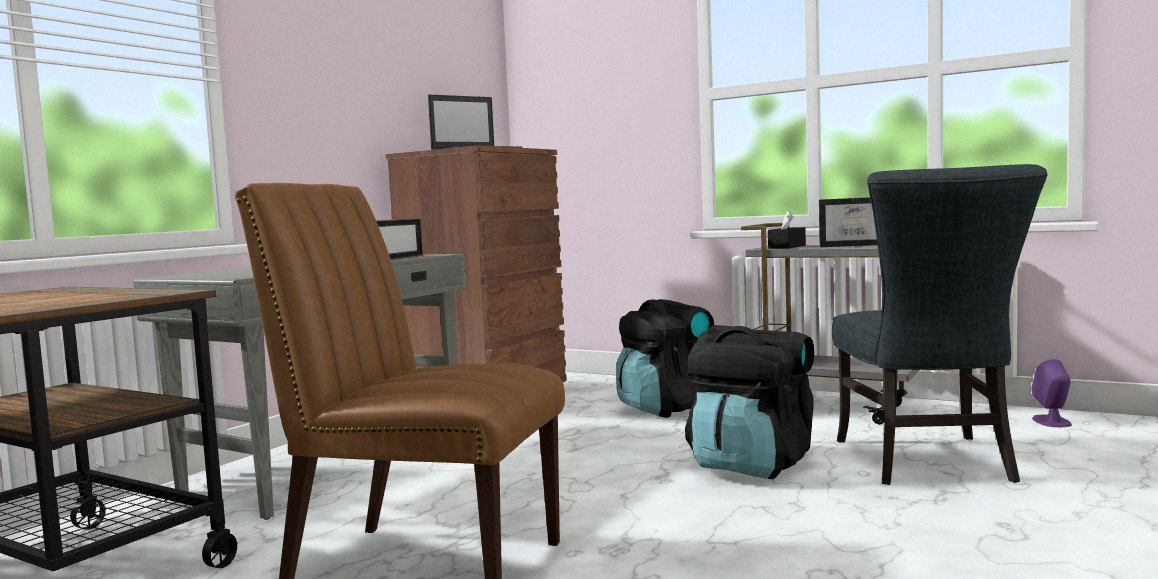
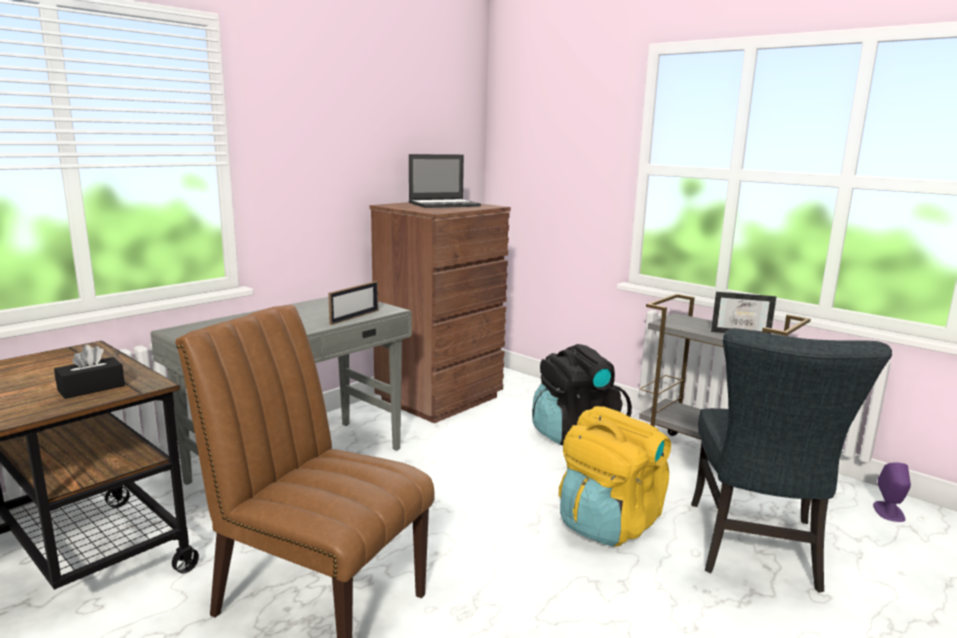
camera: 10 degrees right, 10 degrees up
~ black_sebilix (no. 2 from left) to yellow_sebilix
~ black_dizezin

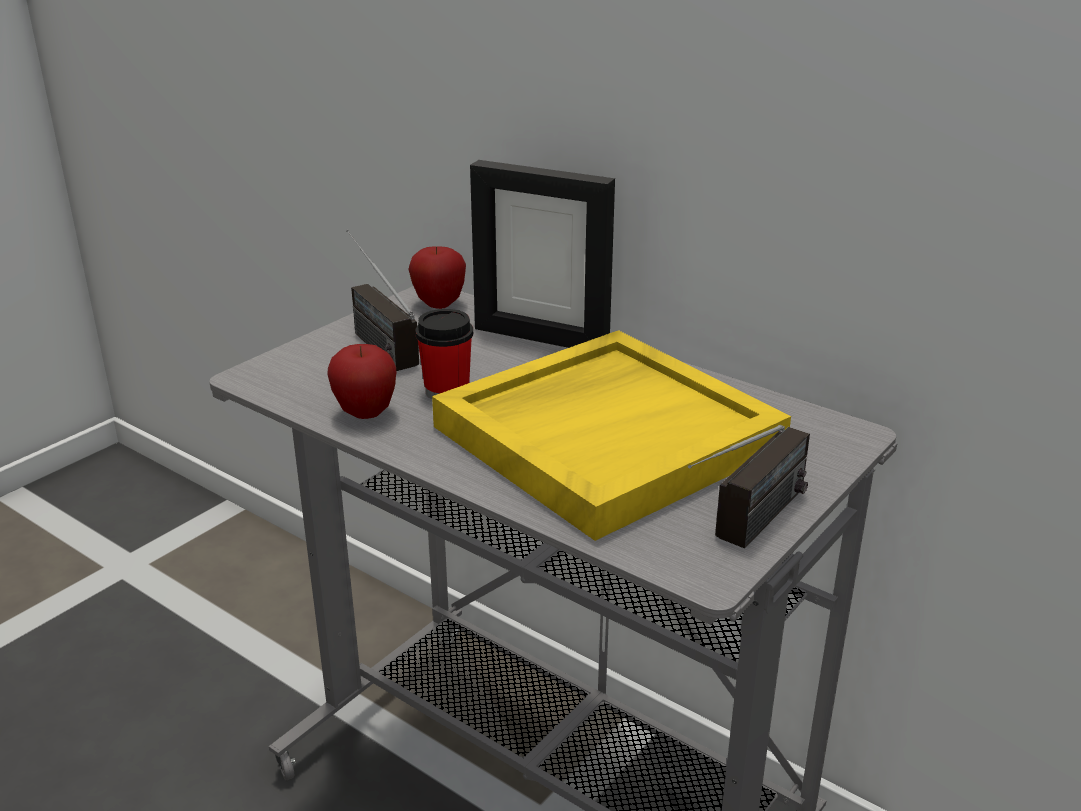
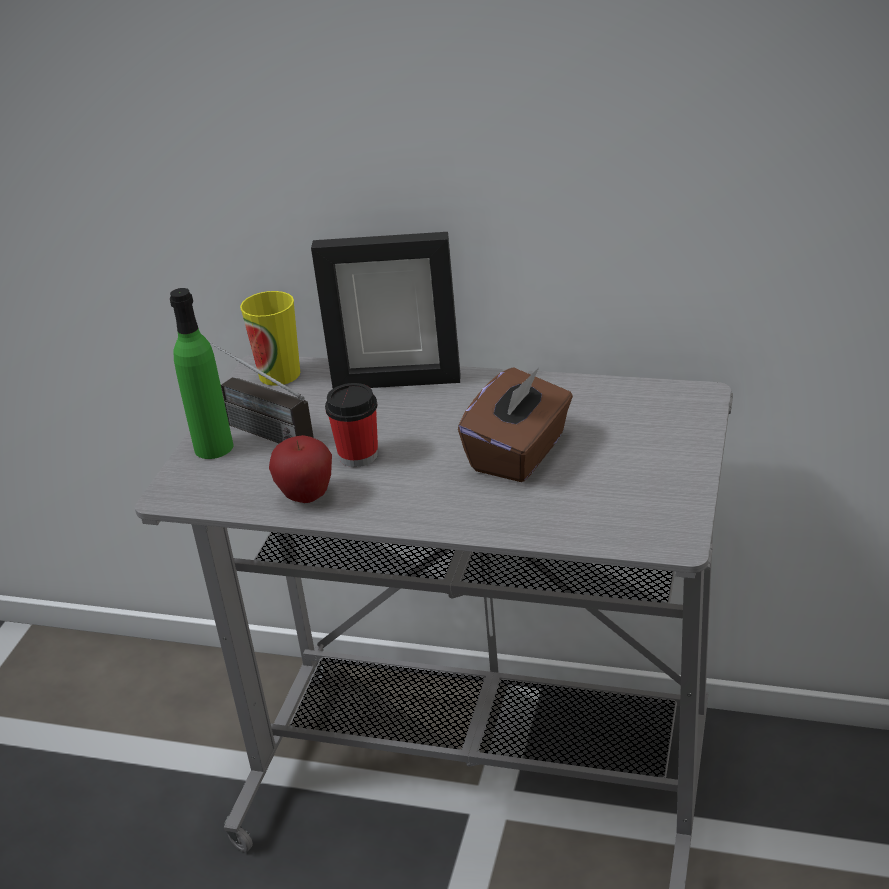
camera: 20 degrees left, 5 degrees up
~ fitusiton (no. 2 from left) to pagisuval (no. 1 from left)
~ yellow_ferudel to brown_dizezin
- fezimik (no. 2 from left)
+ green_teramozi

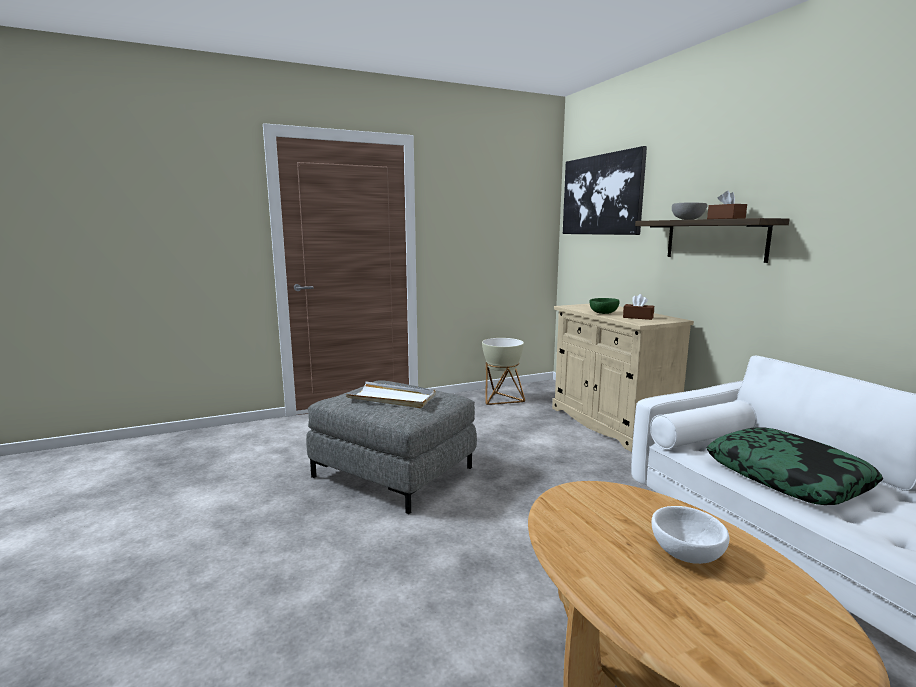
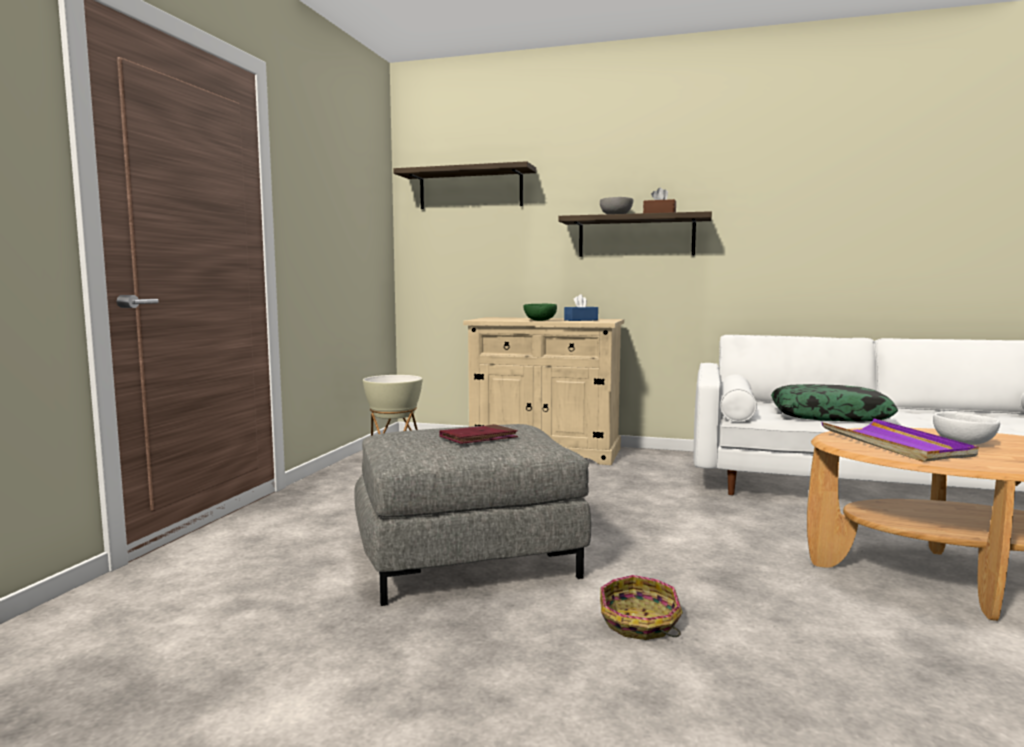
camera: 50 degrees left, 5 degrees down
~ white_ferudel to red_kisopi
~ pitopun to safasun (no. 1 from left)
~ brown_dizezin (no. 1 from left) to blue_dizezin
+ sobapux
+ purple_ferudel

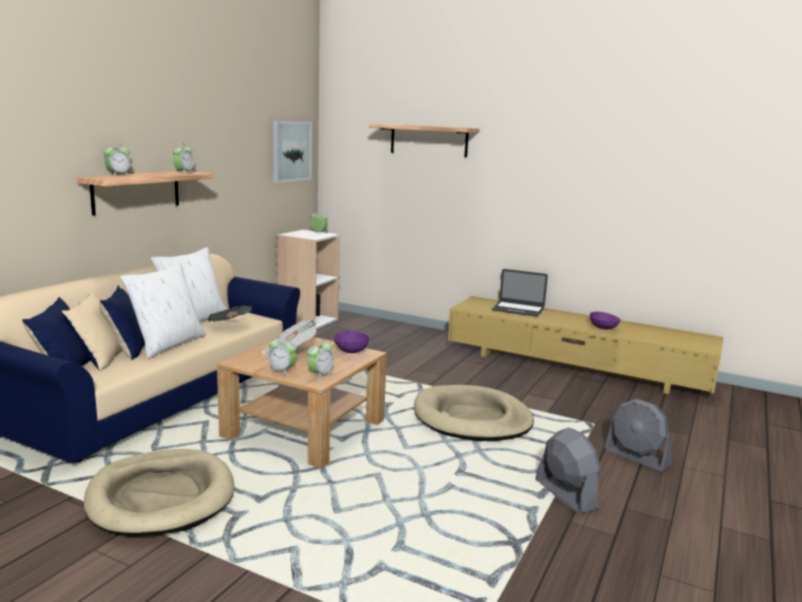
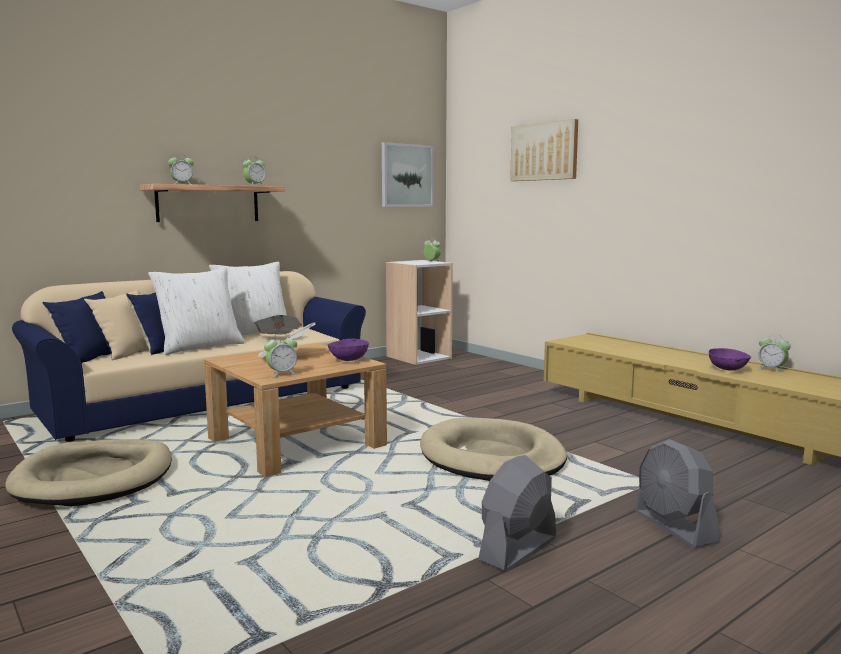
camera: 25 degrees right, 5 degrees down
~ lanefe (no. 3 from left in the first image) to lanefe (no. 5 from left)
~ safasun (no. 2 from left) to pitopun (no. 2 from left)
- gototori
~ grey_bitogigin (no. 1 from left) 135 degrees counterclockwise

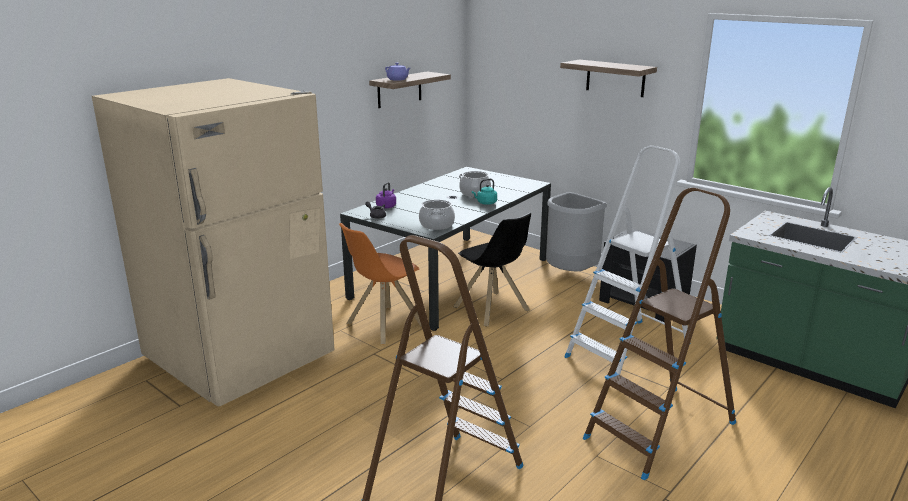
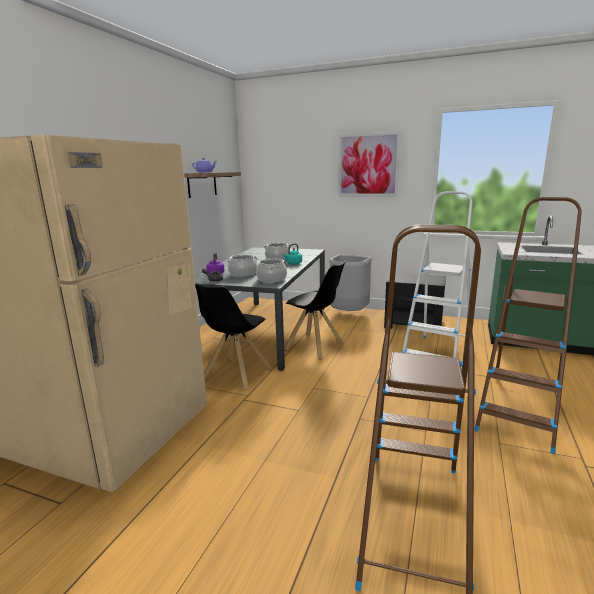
camera: 20 degrees left, 5 degrees down
~ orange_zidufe to black_zidufe (no. 1 from left)
~ safasun (no. 2 from left) to pitopun
+ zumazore (no. 1 from left)

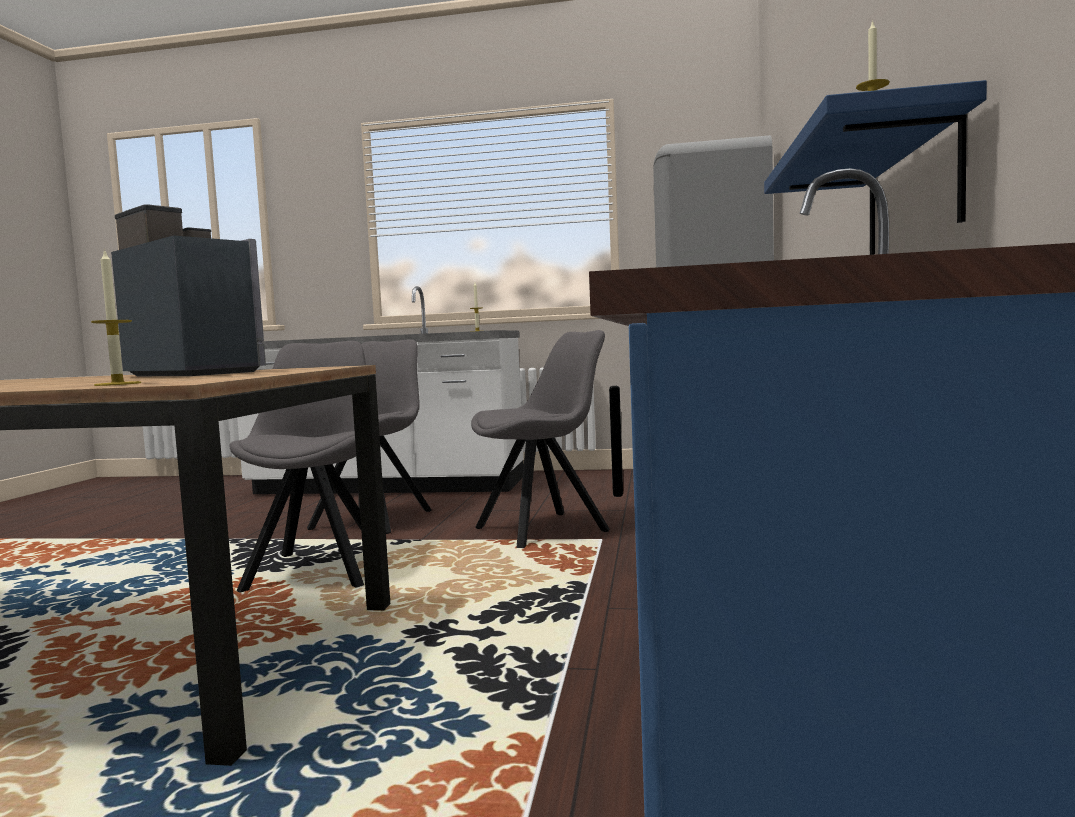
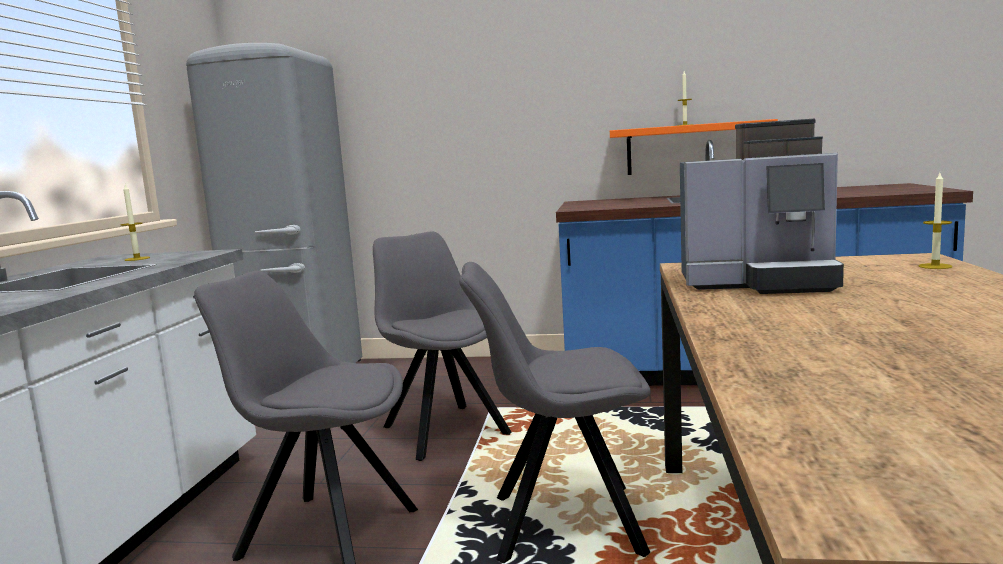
camera: 90 degrees left, 5 degrees up
~ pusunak 120 degrees counterclockwise
~ blue_safasun to orange_safasun

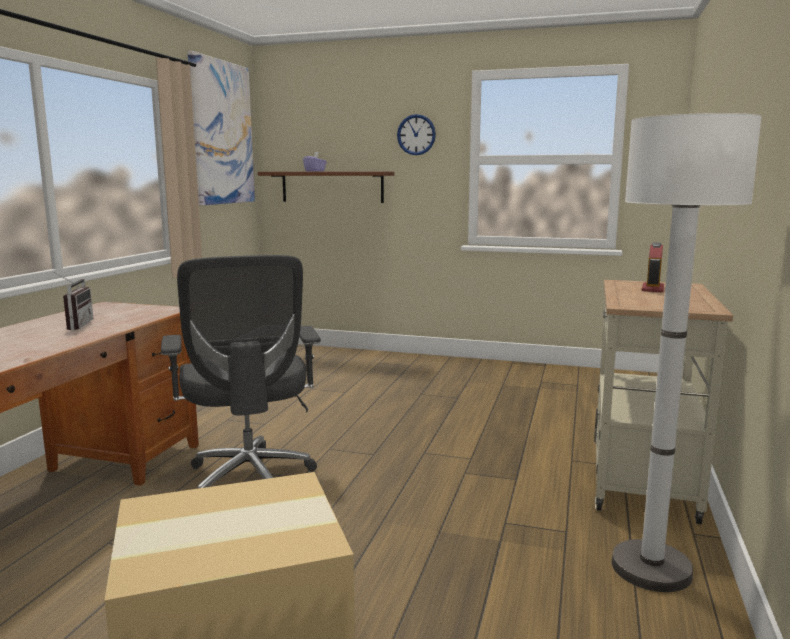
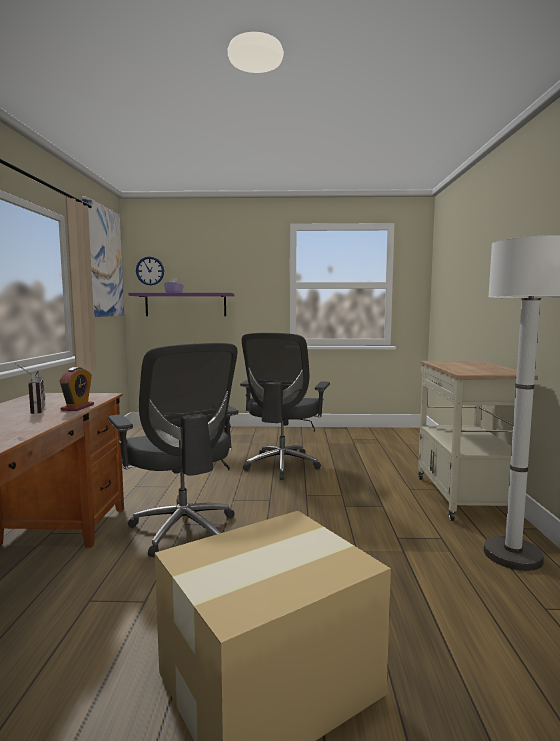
camera: 15 degrees left, 5 degrees down
~ brown_safasun to purple_safasun
~ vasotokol
~ lanefe
+ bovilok (no. 2 from left)

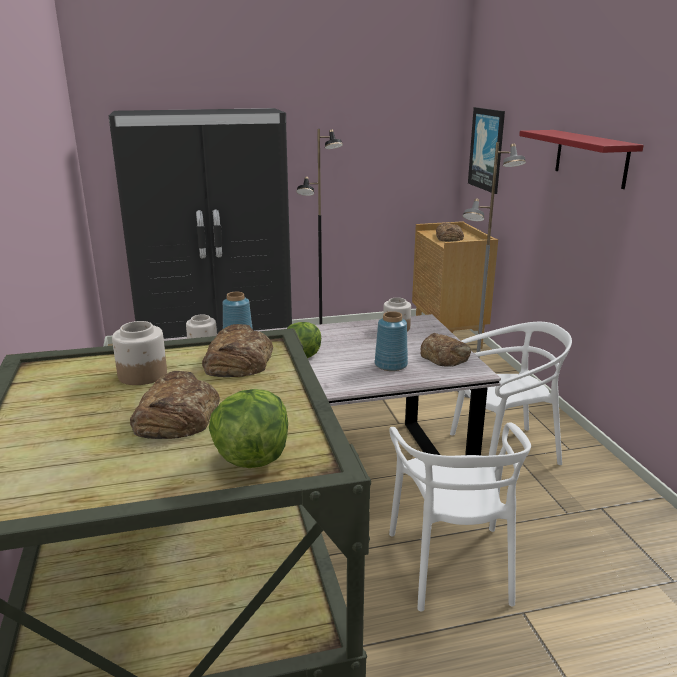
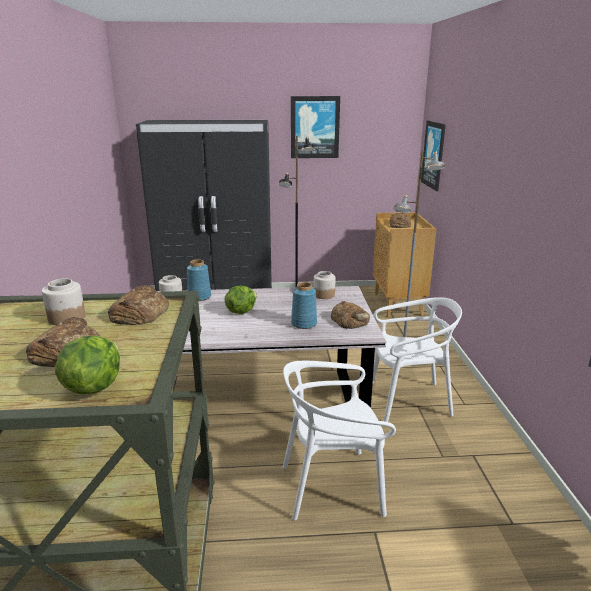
camera: 10 degrees right, 0 degrees up
~ white_zidufe (no. 1 from left) 75 degrees clockwise
- red_safasun
+ pitopun (no. 1 from left)

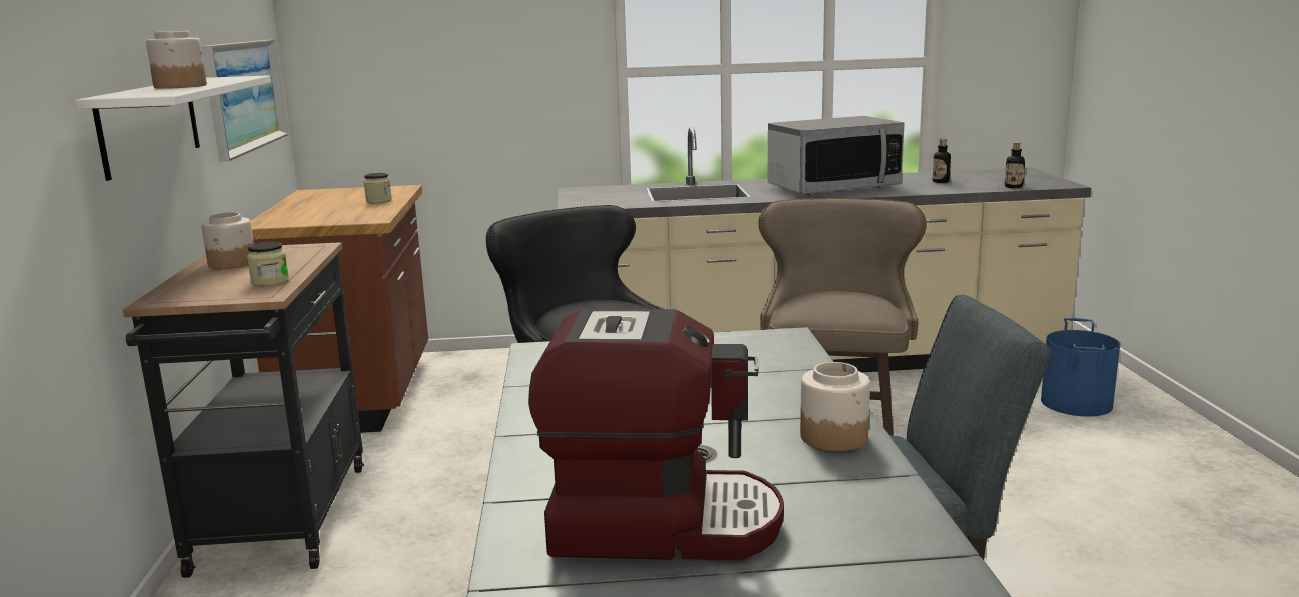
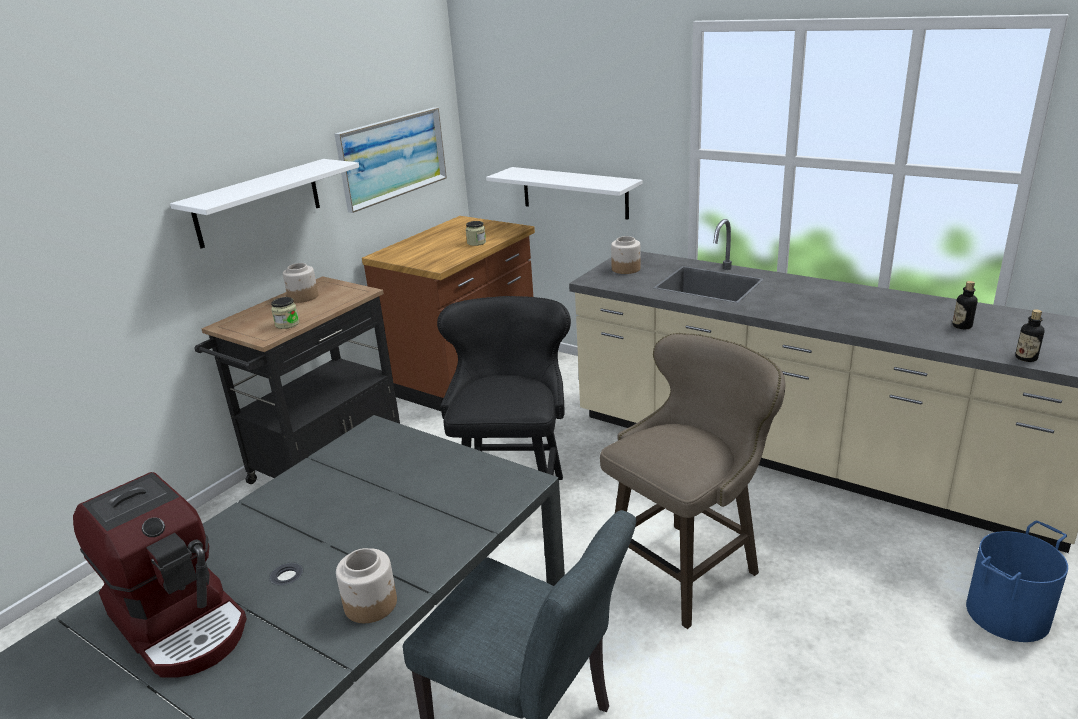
camera: 40 degrees right, 10 degrees up
~ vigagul (no. 1 from left in the first image) to vigagul (no. 5 from left)
- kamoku
+ white_safasun (no. 2 from left)

